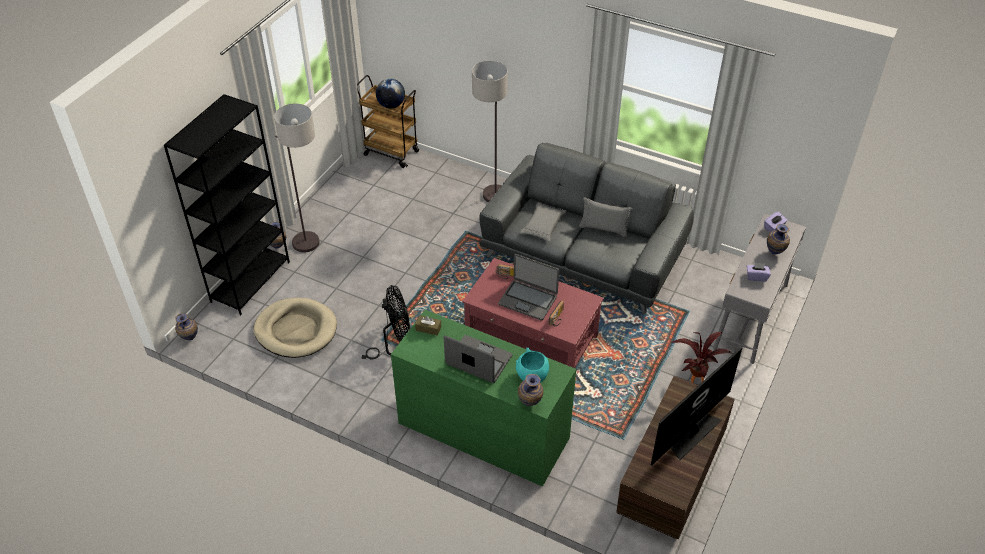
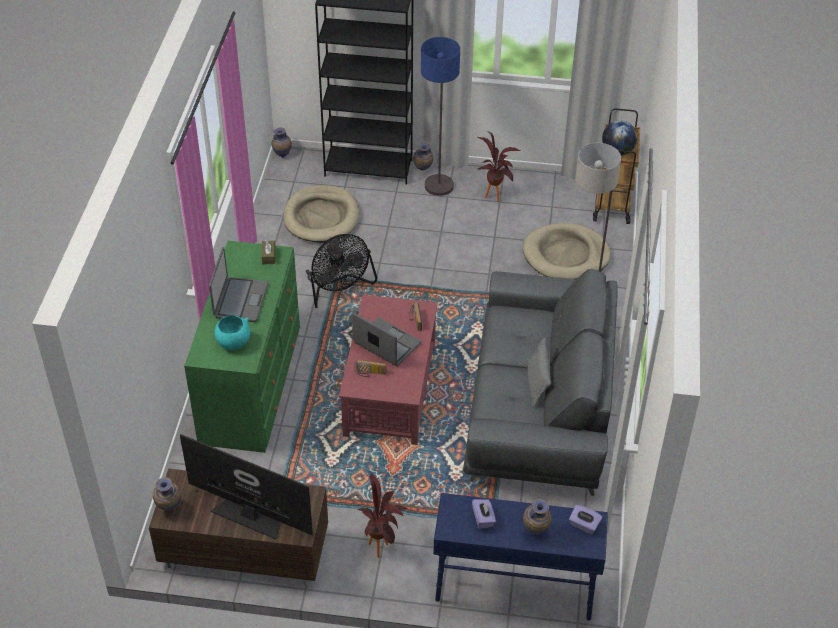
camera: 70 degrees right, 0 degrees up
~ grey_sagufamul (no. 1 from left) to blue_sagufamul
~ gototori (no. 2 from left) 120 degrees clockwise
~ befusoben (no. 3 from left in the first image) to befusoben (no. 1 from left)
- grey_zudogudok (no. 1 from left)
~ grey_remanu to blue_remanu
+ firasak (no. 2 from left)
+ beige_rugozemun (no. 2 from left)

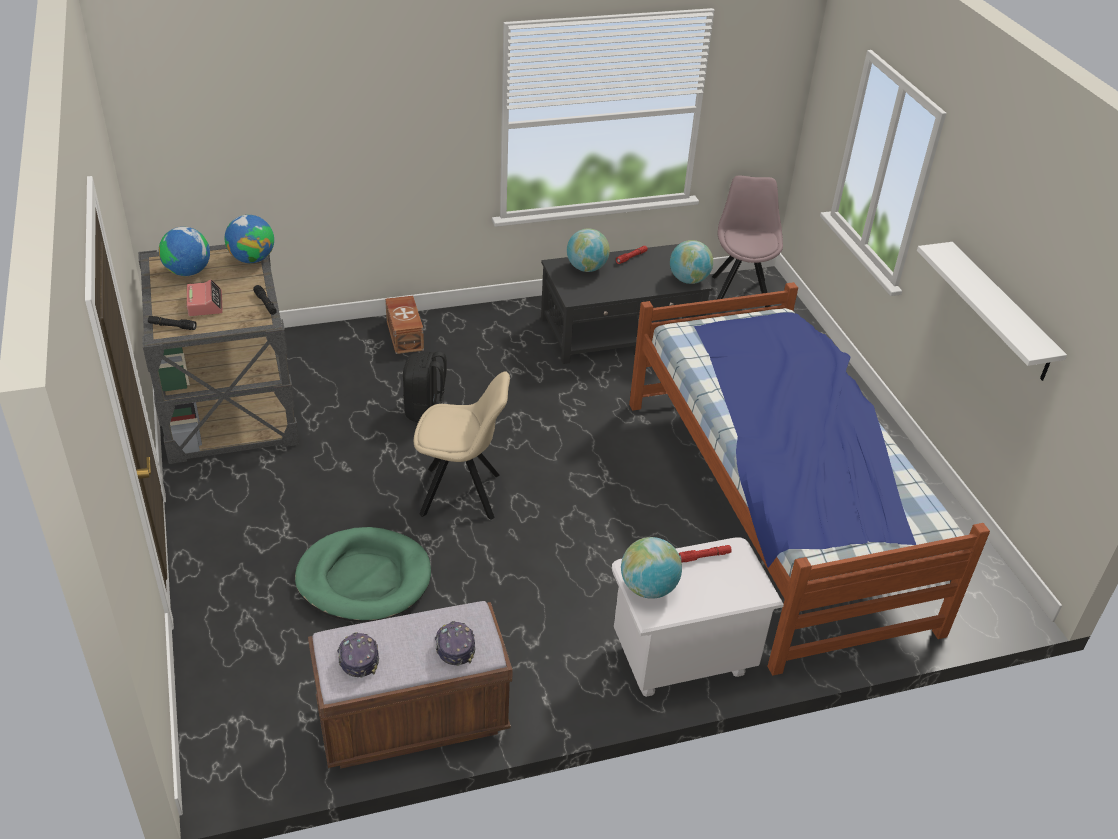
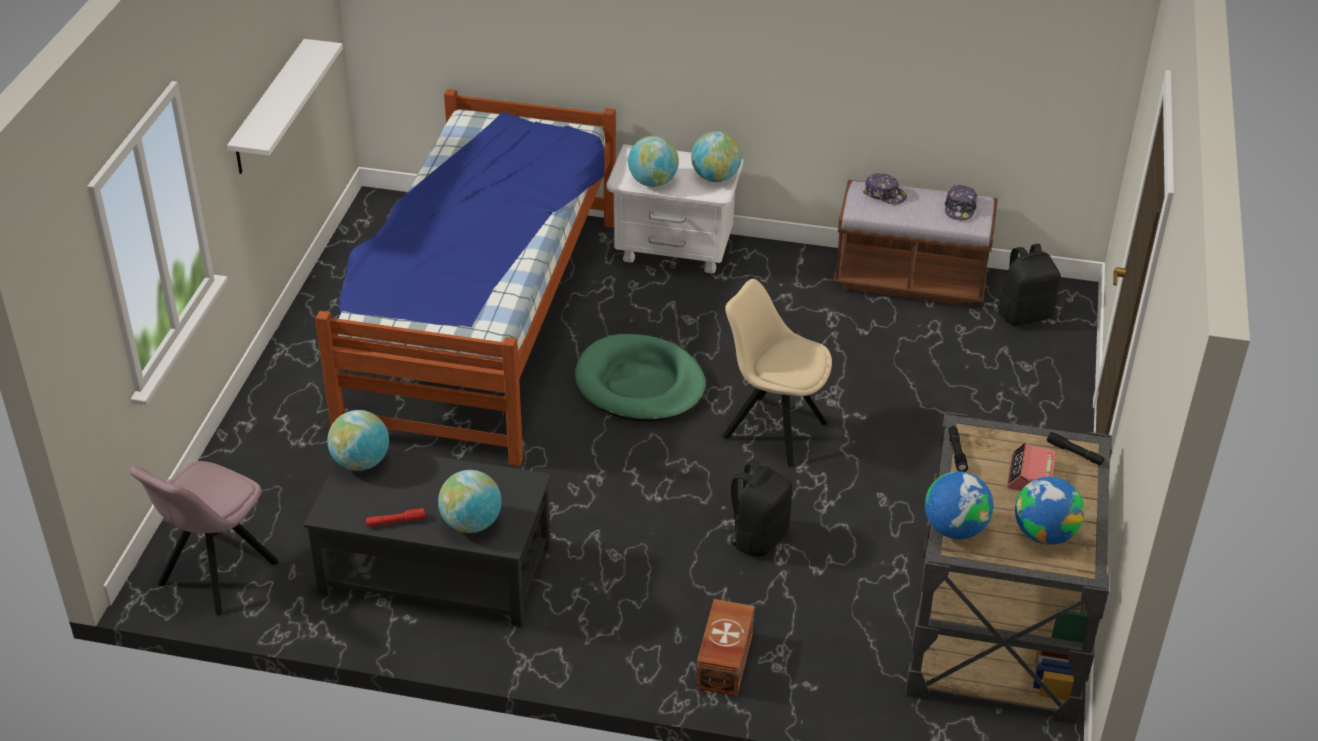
camera: 150 degrees left, 0 degrees up
~ green_rugozemun
~ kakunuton (no. 2 from left in the first image) 75 degrees counterclockwise
~ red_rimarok (no. 2 from left) to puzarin (no. 3 from left)
+ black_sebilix (no. 2 from left)

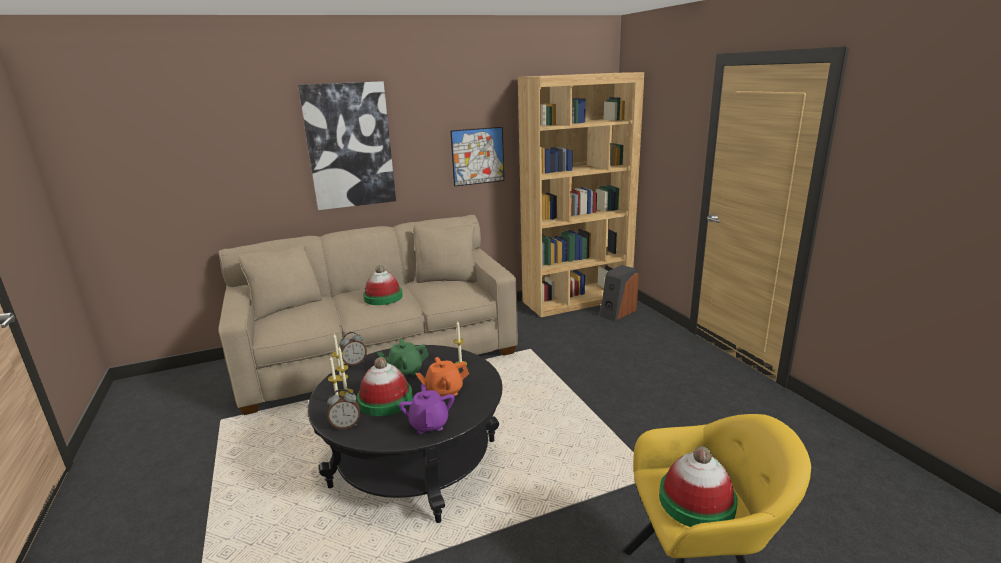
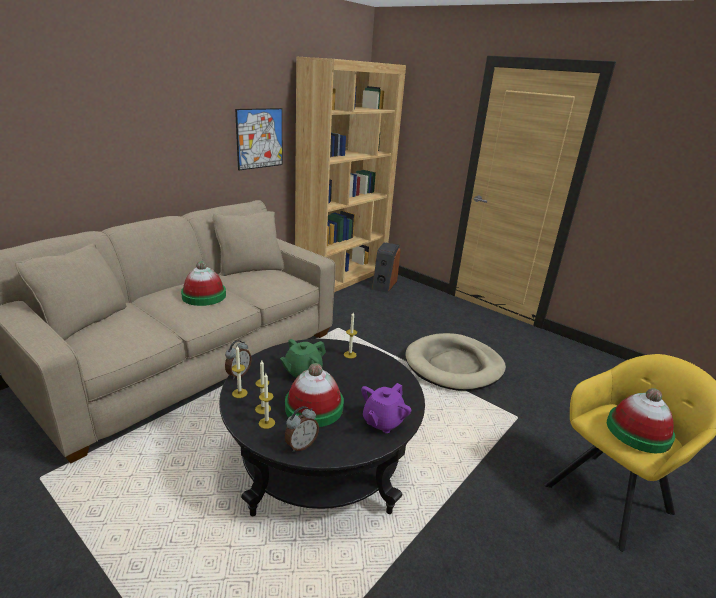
camera: 30 degrees left, 5 degrees up
- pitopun (no. 1 from left)
~ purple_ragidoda 105 degrees counterclockwise
- orange_ragidoda
+ beige_rugozemun

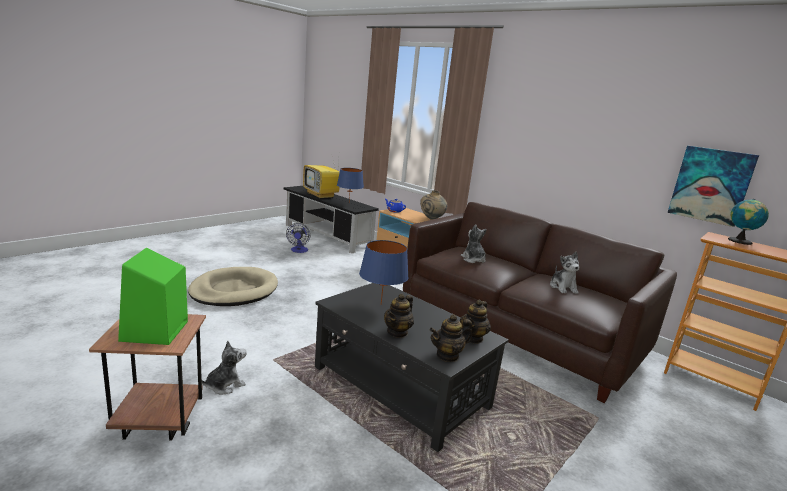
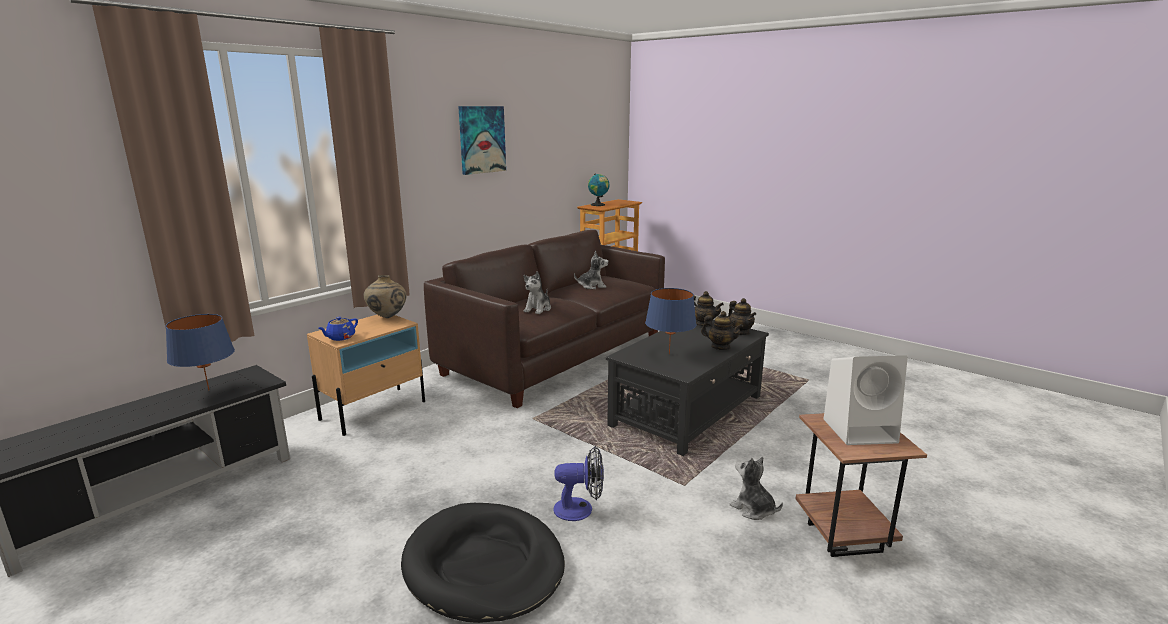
camera: 90 degrees left, 0 degrees up
~ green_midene to white_midene
~ beige_rugozemun to black_rugozemun
~ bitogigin
- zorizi
~ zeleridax (no. 2 from left in the first image) 45 degrees counterclockwise
~ pitopun

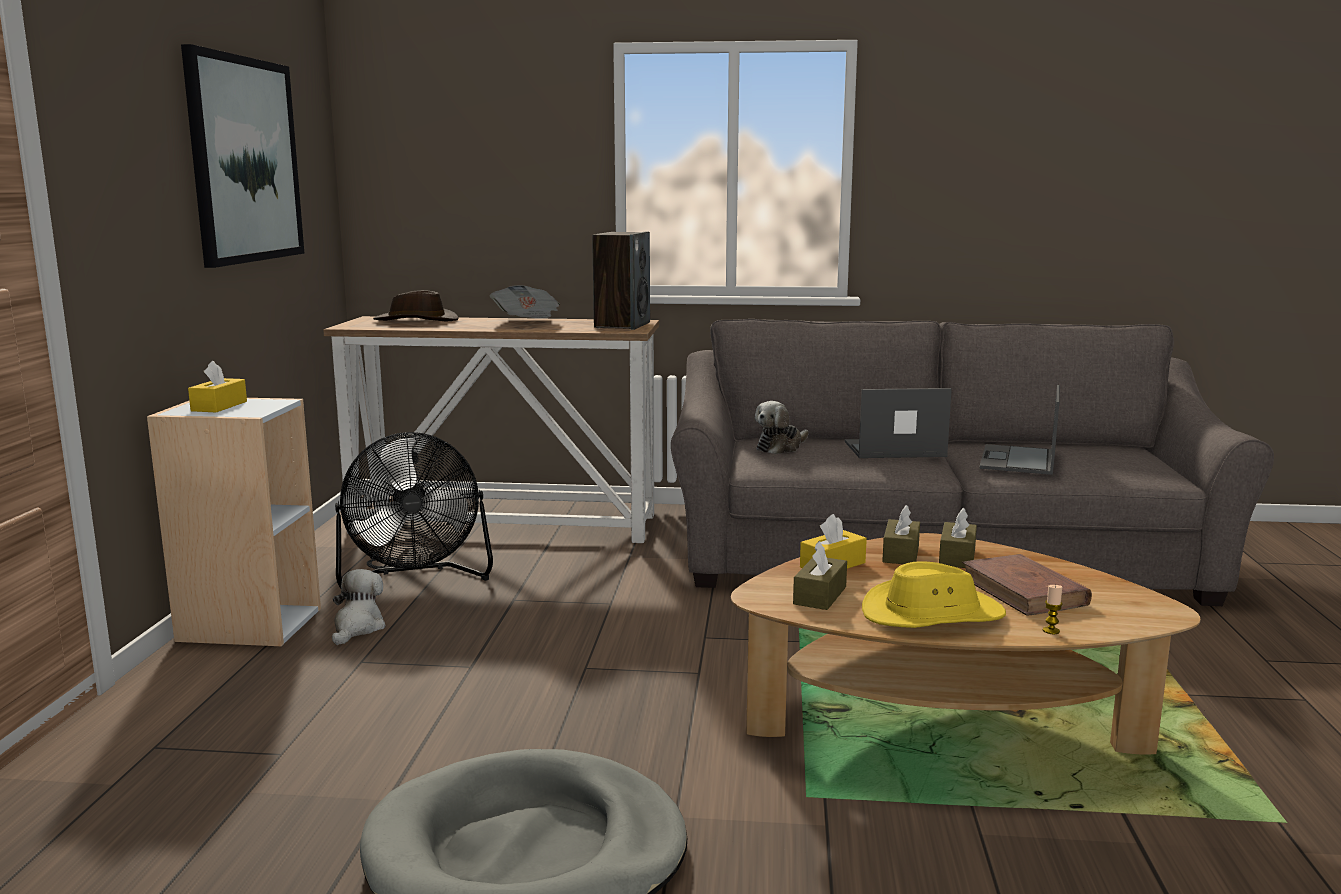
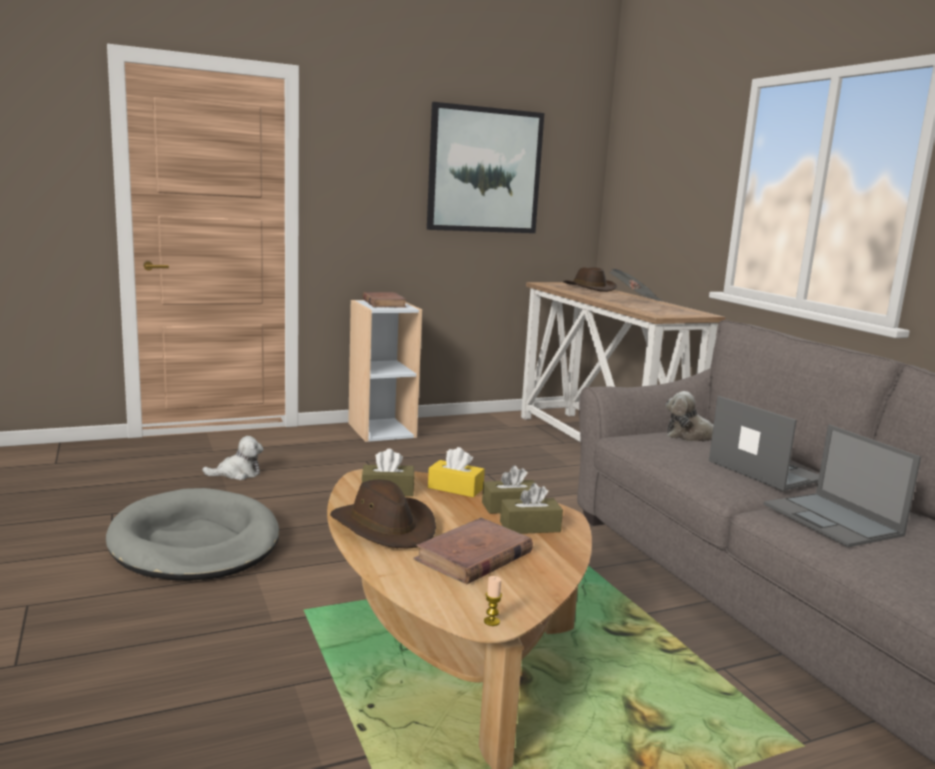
camera: 60 degrees right, 0 degrees up
~ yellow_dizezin (no. 1 from left) to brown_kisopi (no. 1 from left)
~ zeleridax (no. 1 from left)
- black_bitogigin
- midene
~ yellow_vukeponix to brown_vukeponix (no. 1 from left)
~ gototori (no. 2 from left) 105 degrees counterclockwise
~ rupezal

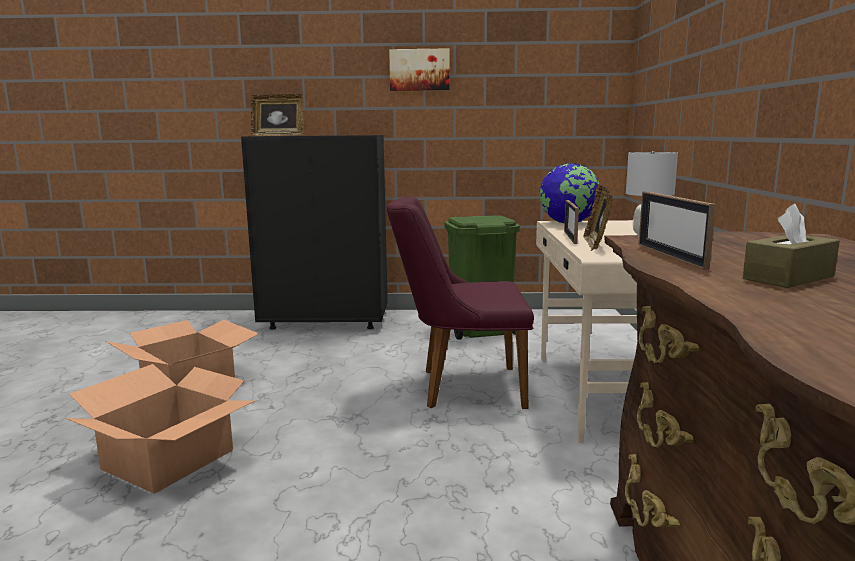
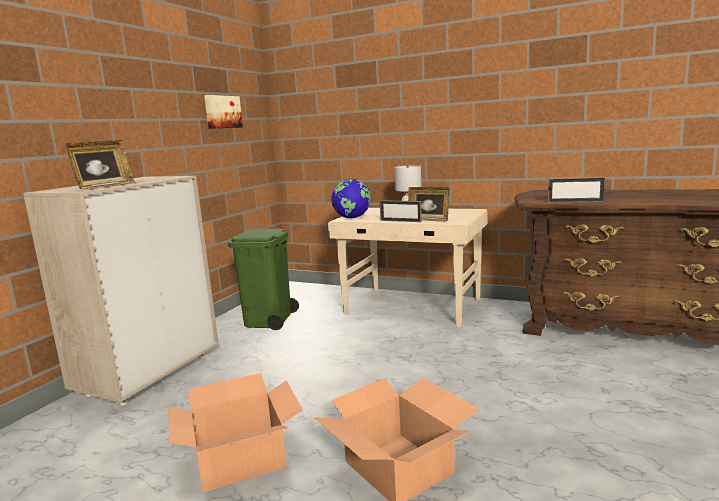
camera: 65 degrees left, 0 degrees up
~ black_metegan to beige_metegan
- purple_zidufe
~ pitopun
- brown_dizezin

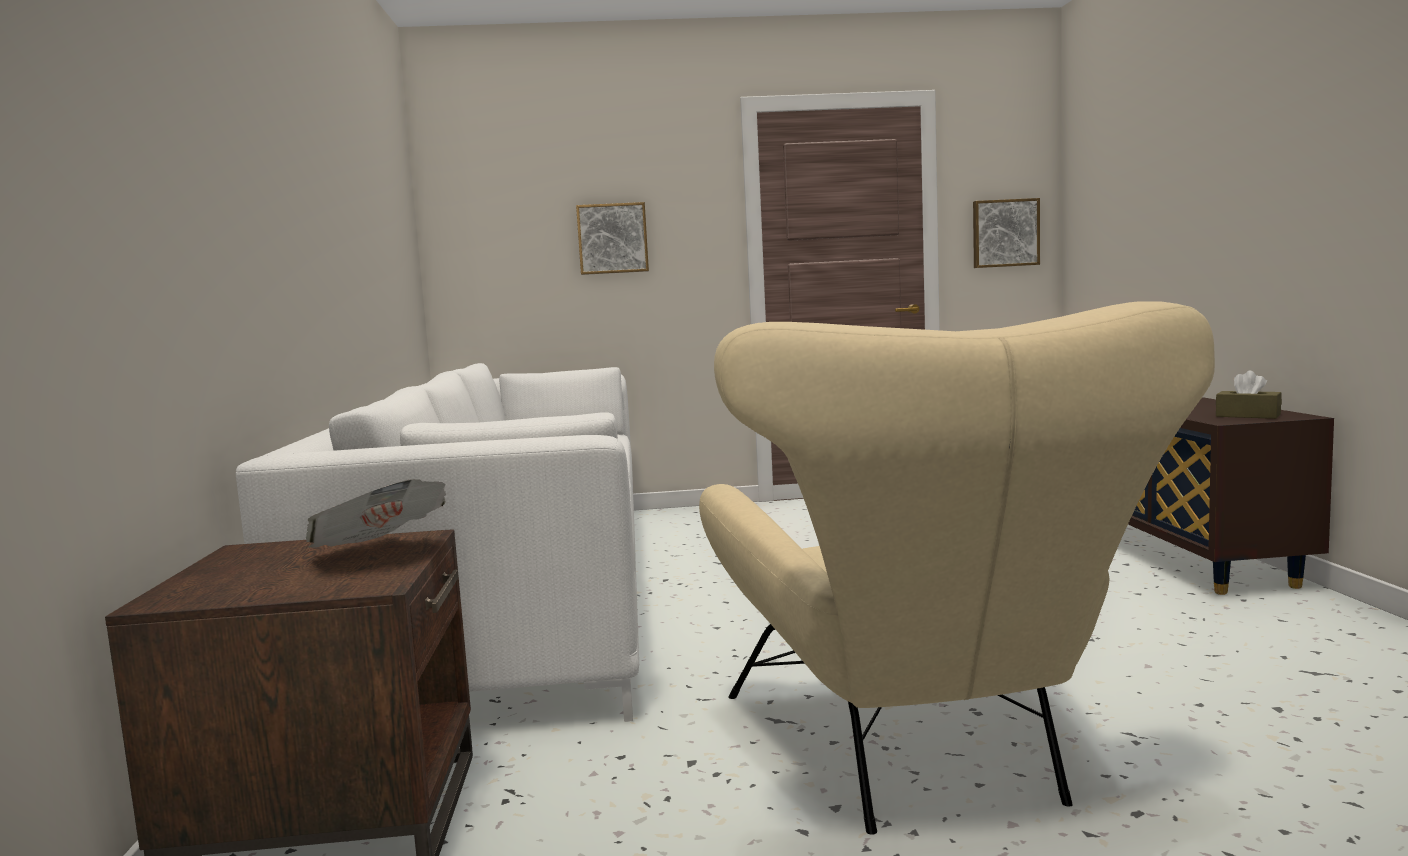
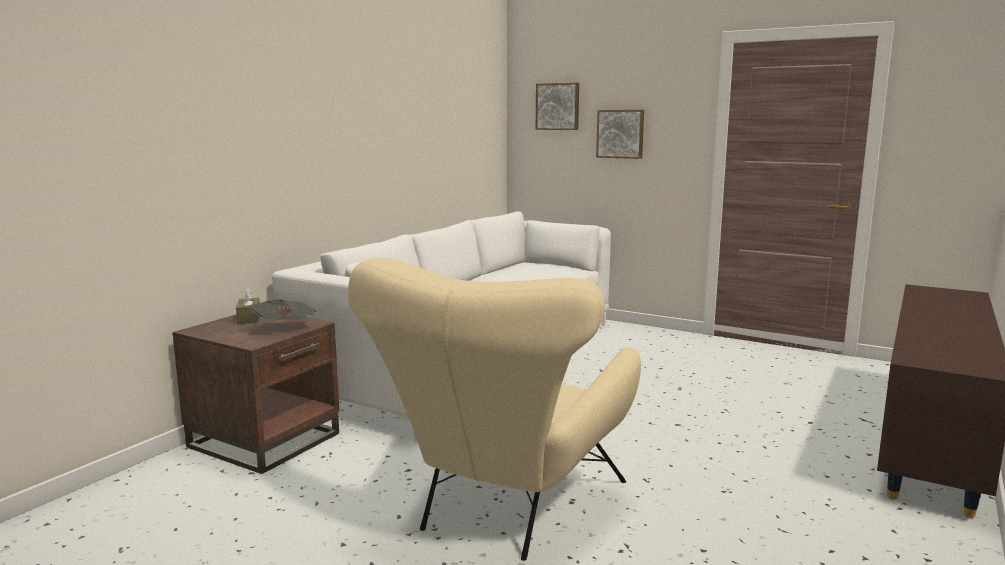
camera: 35 degrees right, 5 degrees up
~ pitopun (no. 2 from left in the first image) to pitopun (no. 1 from left)
~ brown_dizezin

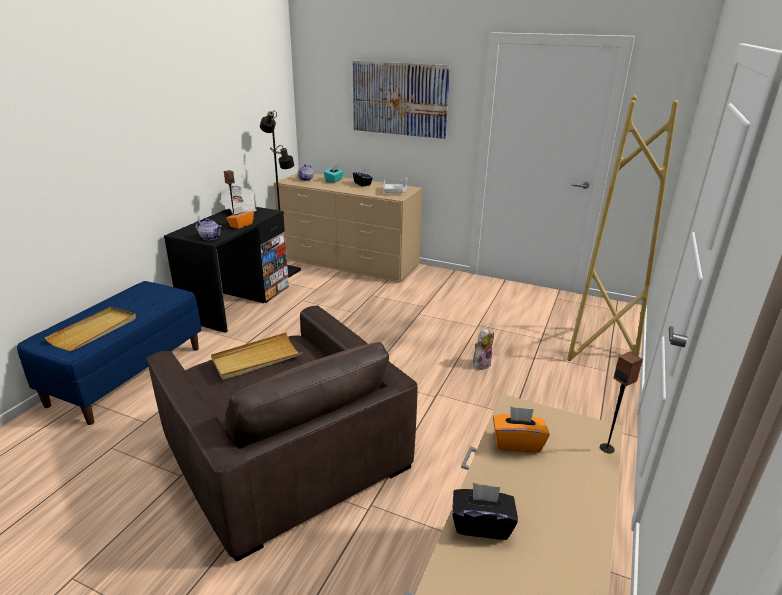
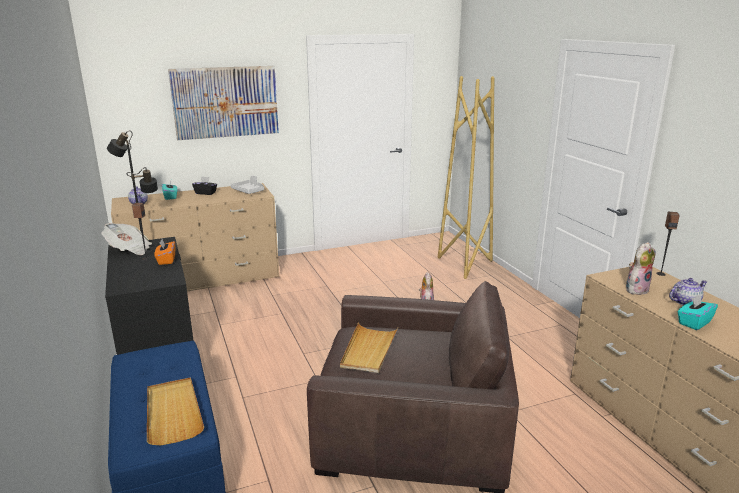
camera: 45 degrees left, 5 degrees down
~ ragidoda (no. 1 from left in the first image) to ragidoda (no. 2 from left)
~ black_dizezin (no. 2 from left) to turquoise_dizezin (no. 2 from left)
~ orange_dizezin (no. 2 from left) to zeleridax (no. 2 from left)

